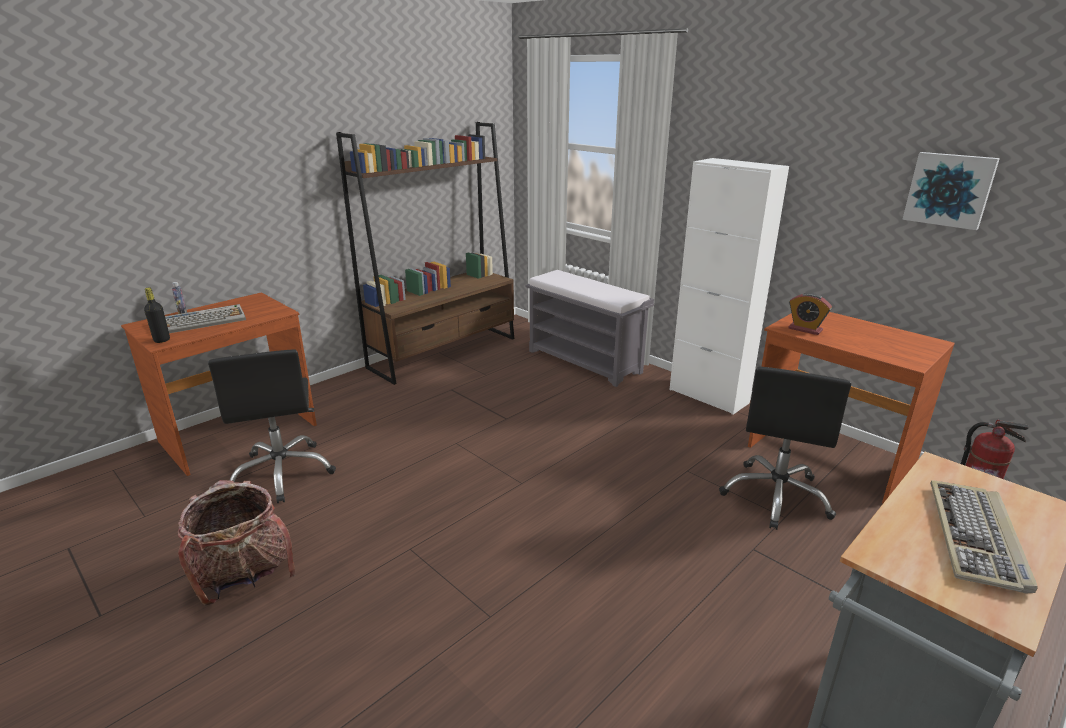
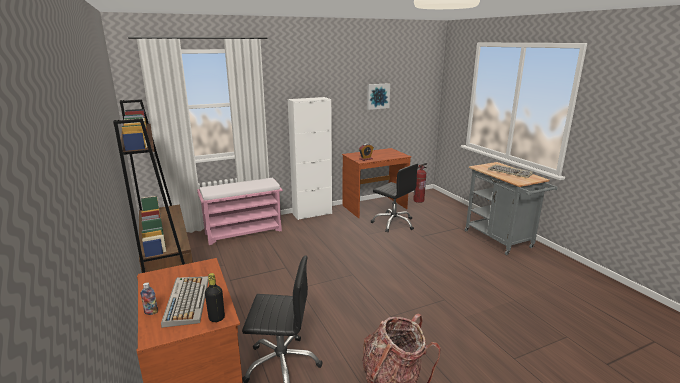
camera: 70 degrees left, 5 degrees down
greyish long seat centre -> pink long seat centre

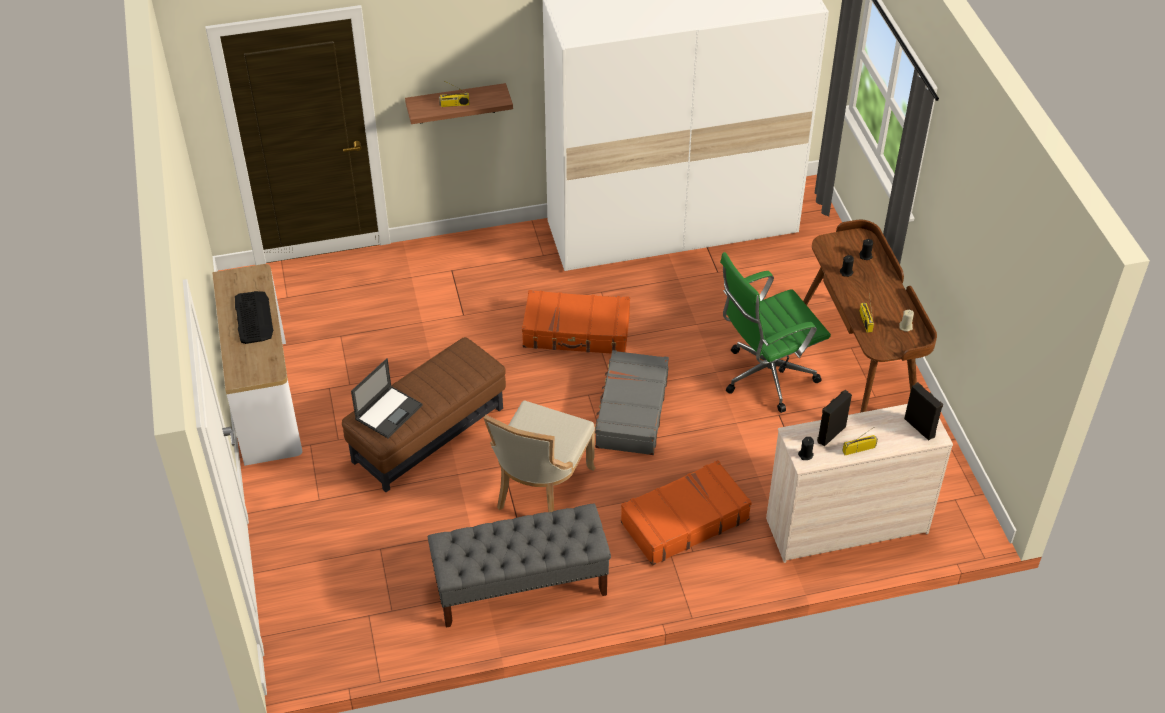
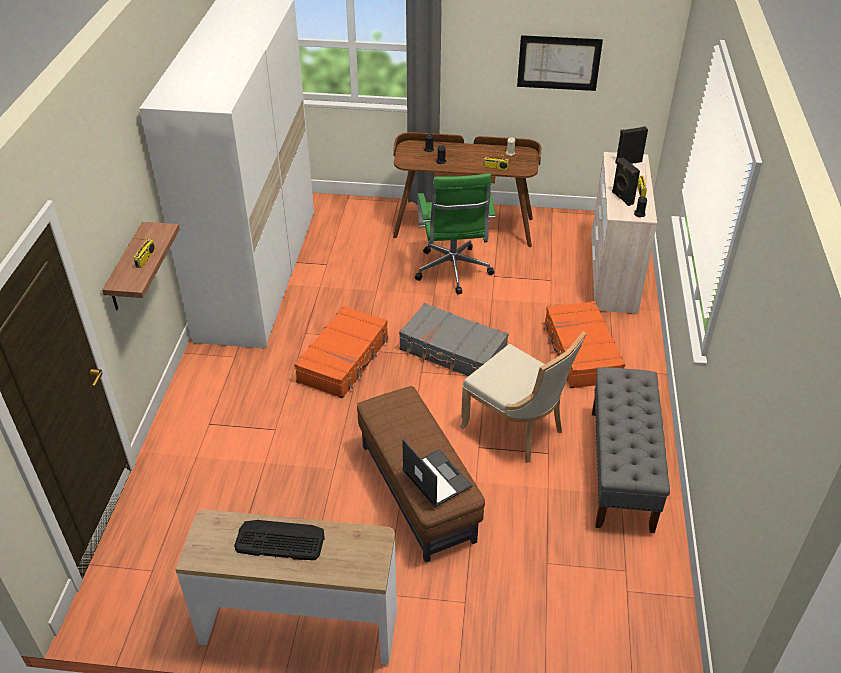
camera: 70 degrees left, 5 degrees down
none -> wall art top centre

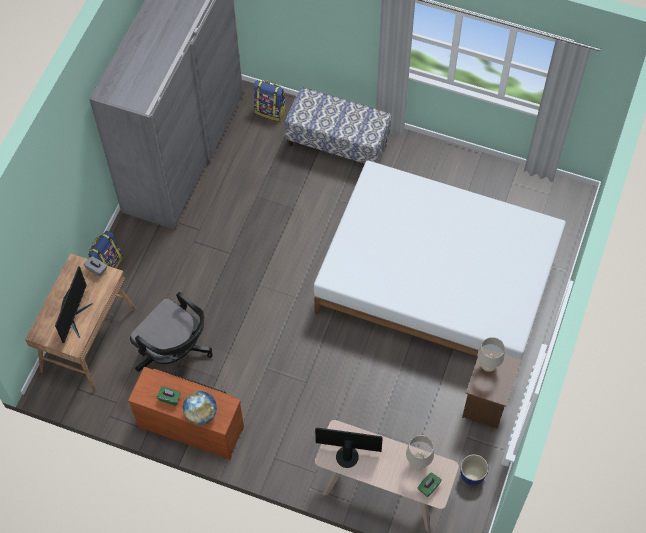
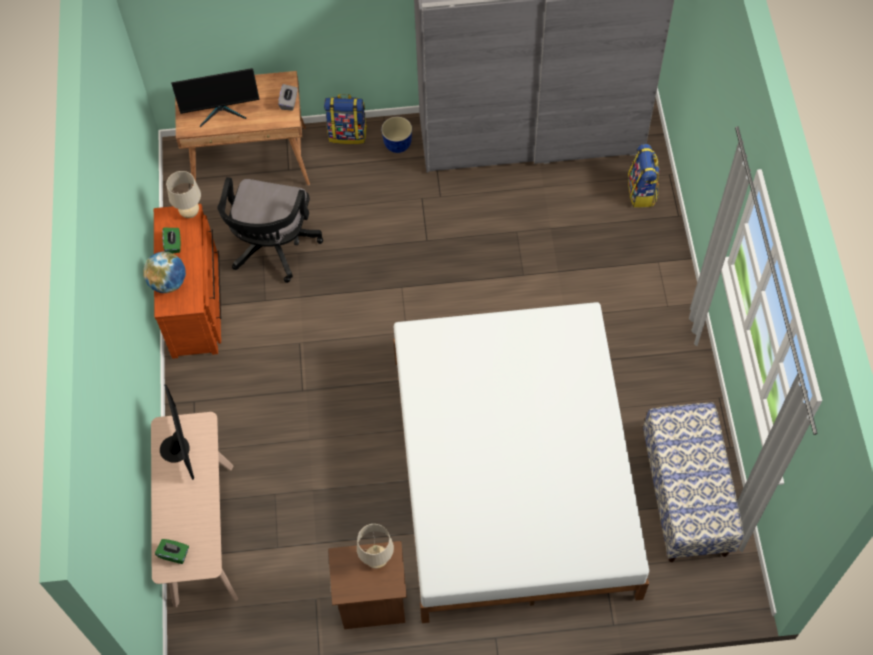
camera: 65 degrees right, 0 degrees up
long seat top centre -> long seat bottom right, move
sand-coloured table lamp (1st from left) bottom centre -> sand-coloured table lamp (1st from left) top left, move
flower pot bottom right -> flower pot top centre, move

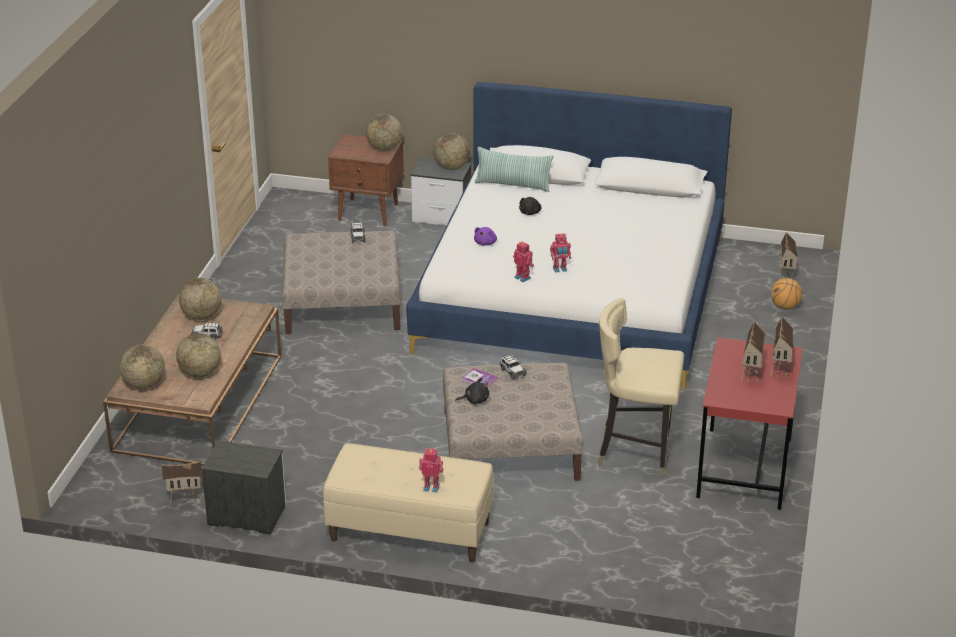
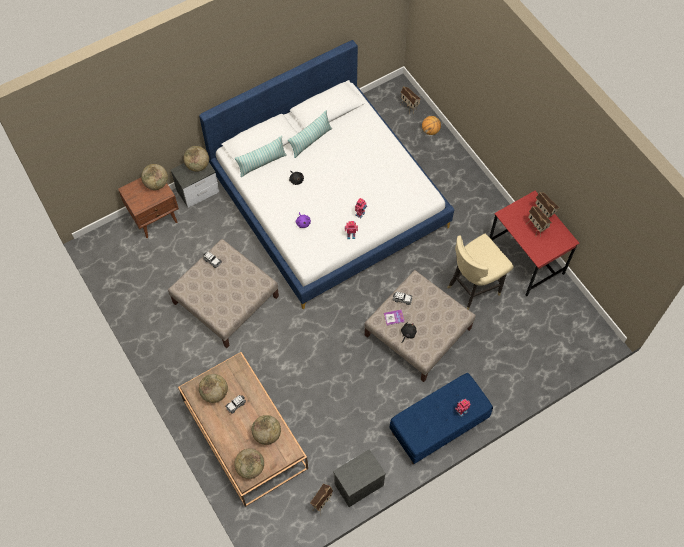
camera: 45 degrees left, 30 degrees up
sand-coloured long seat bottom centre -> blue long seat bottom centre
none -> throw pillow (2nd from left) top centre

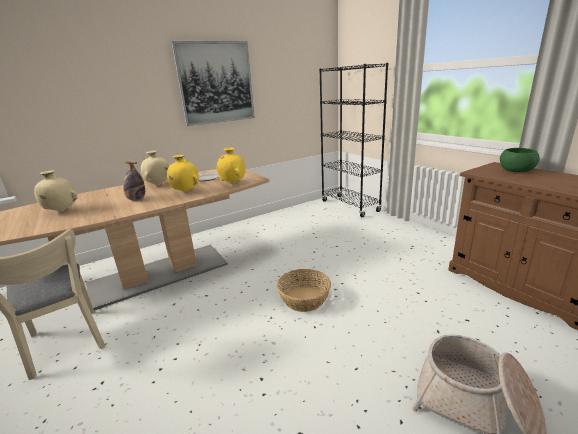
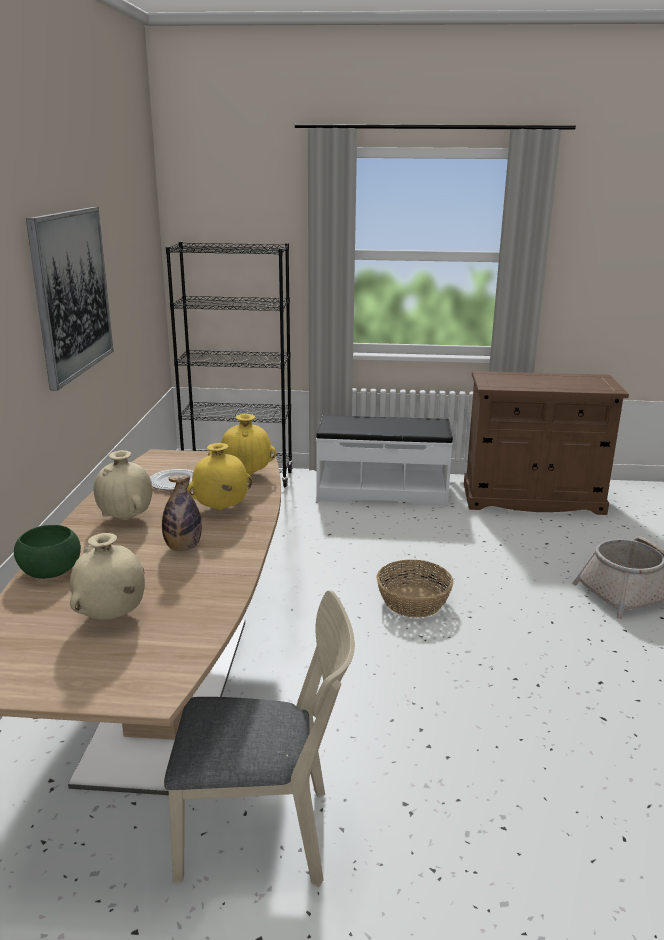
camera: 55 degrees left, 0 degrees up
greenish bowl middle right -> greenish bowl middle left, move
none -> white long seat centre

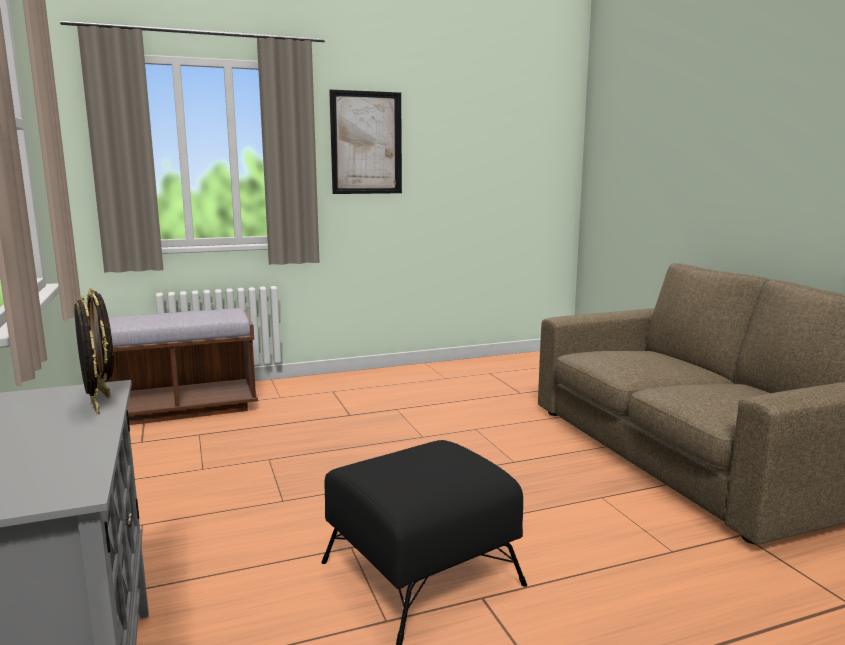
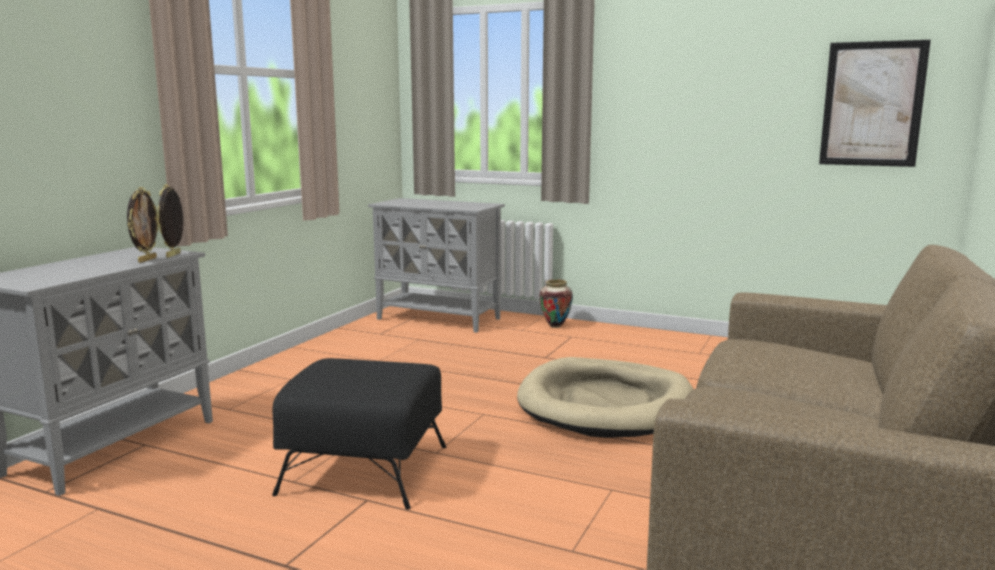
camera: 45 degrees right, 0 degrees up
brownish long seat middle left -> greyish cupboard (2nd from left) centre
wall art top centre -> wall art top right, move
none -> sand-coloured dog bed bottom centre
none -> vase centre

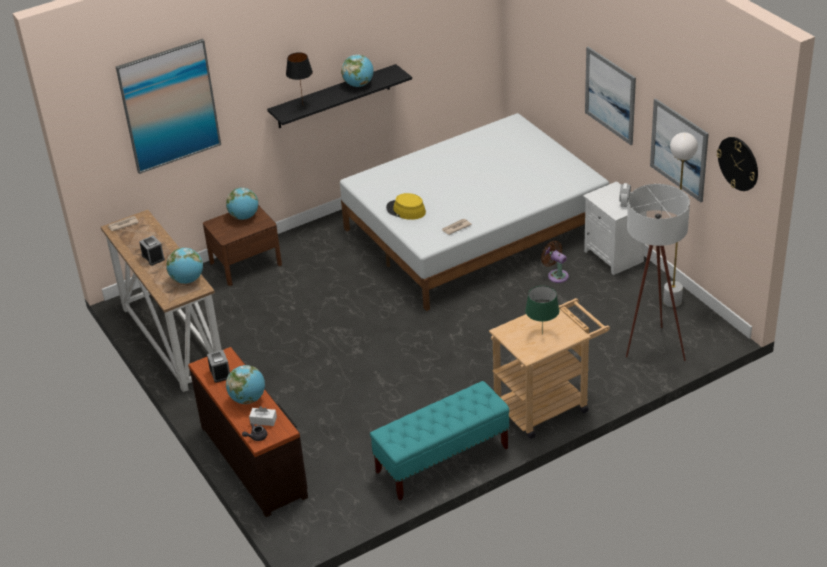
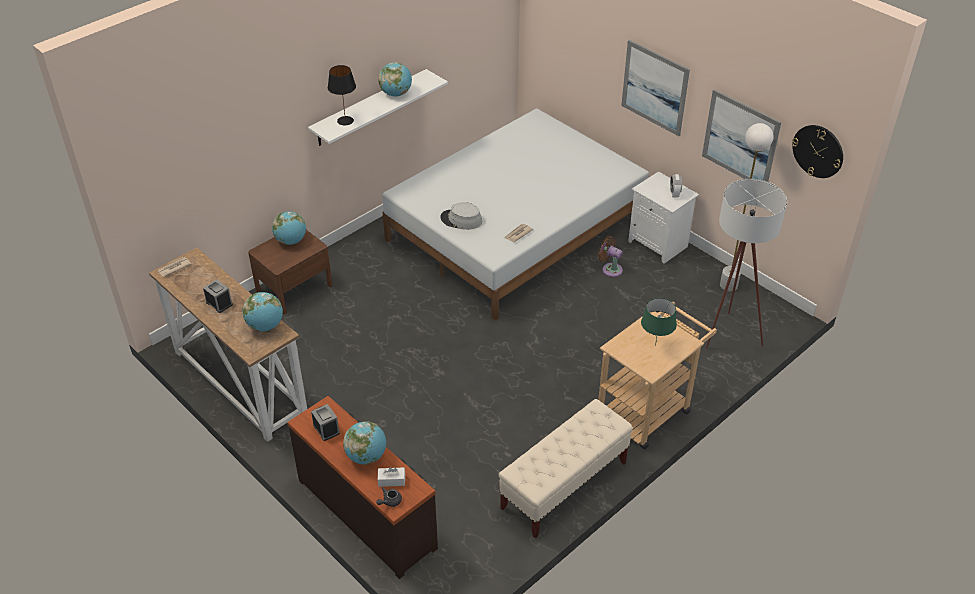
camera: 15 degrees left, 5 degrees up
wall art (1st from left) top left -> none
black-coloured bracket shelf top centre -> white bracket shelf top centre
blue-green long seat bottom centre -> sand-coloured long seat bottom centre
yellow-coloured clothing hat centre -> greyish clothing hat centre

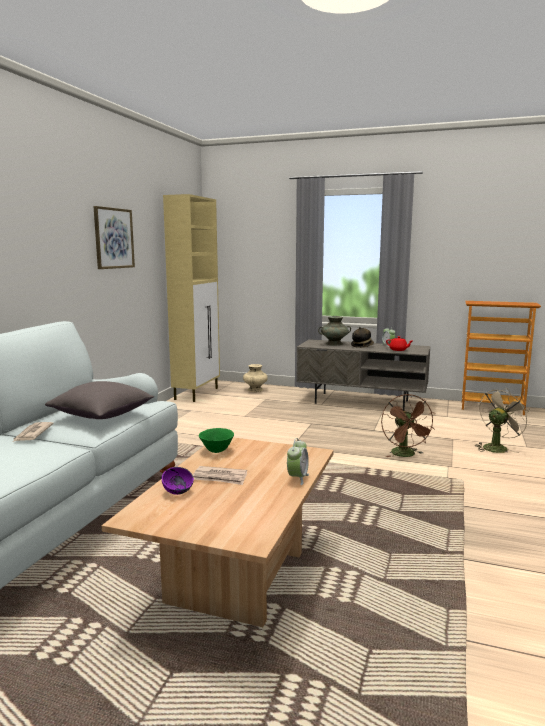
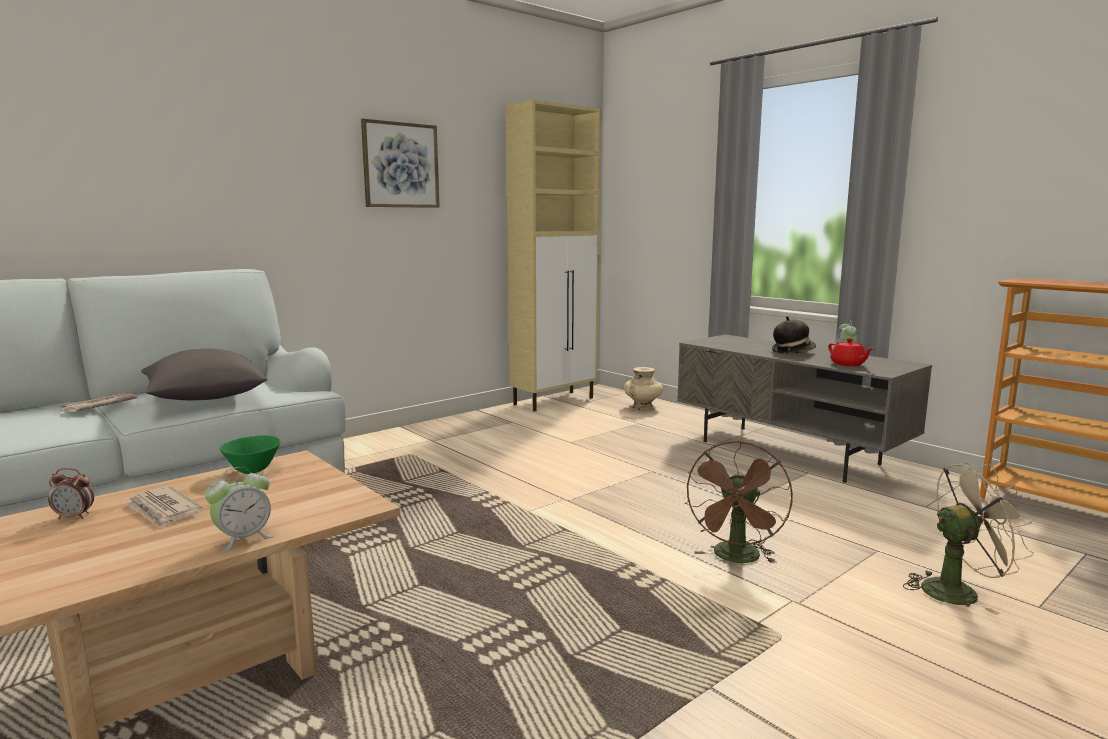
camera: 30 degrees right, 0 degrees up
purple-coloured bowl middle left -> alarm clock (1st from left) bottom left
blue-green vase centre -> none

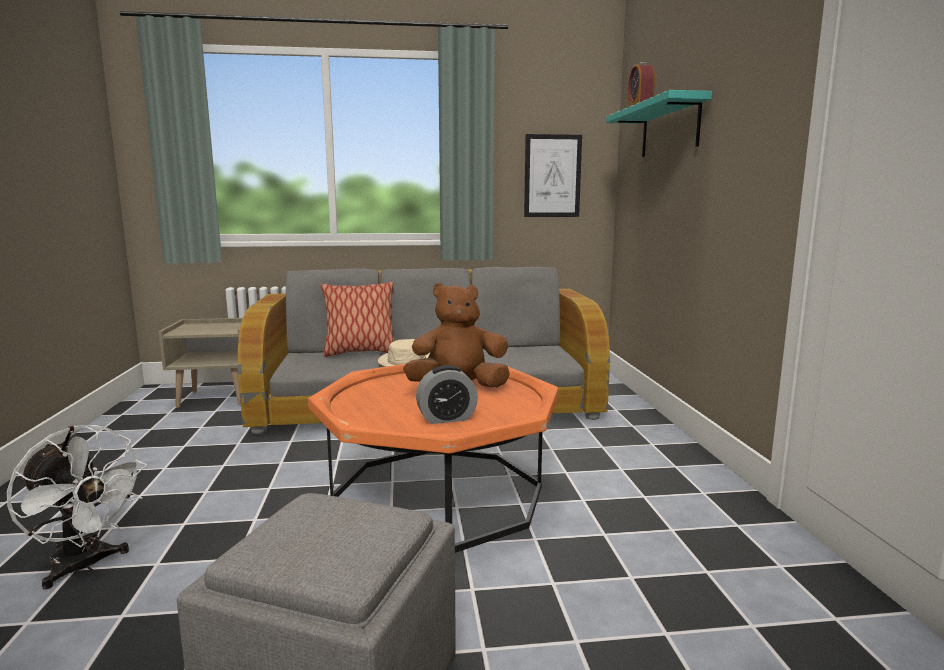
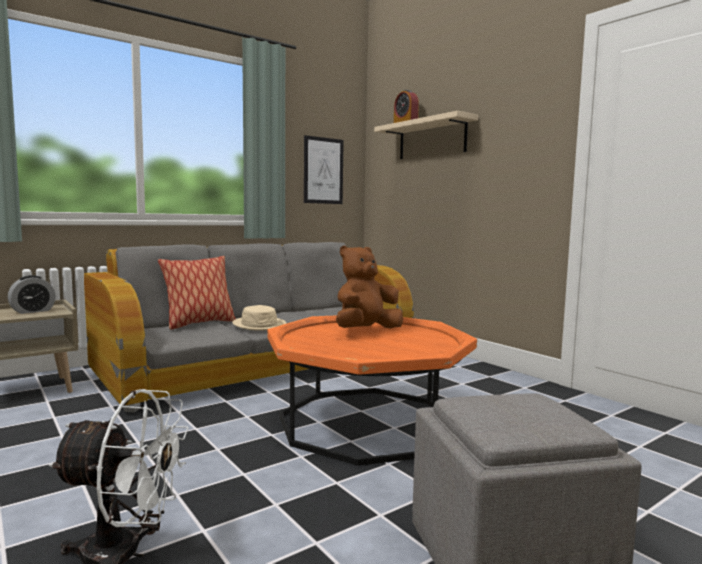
camera: 30 degrees left, 5 degrees down
alarm clock (1st from left) centre -> alarm clock (1st from left) middle left, move
blue-green bracket shelf top right -> sand-coloured bracket shelf top centre

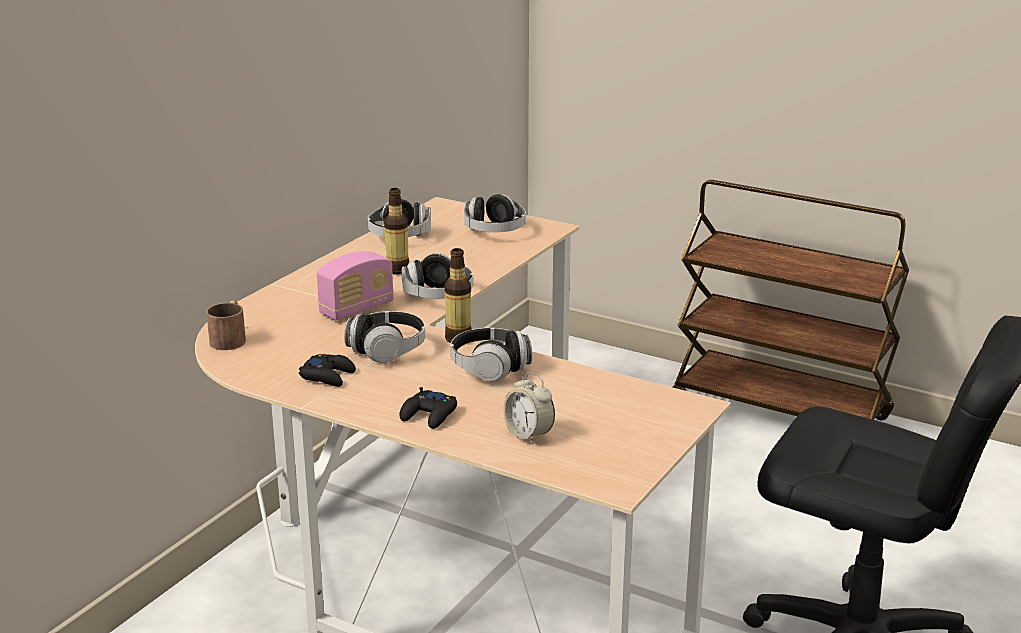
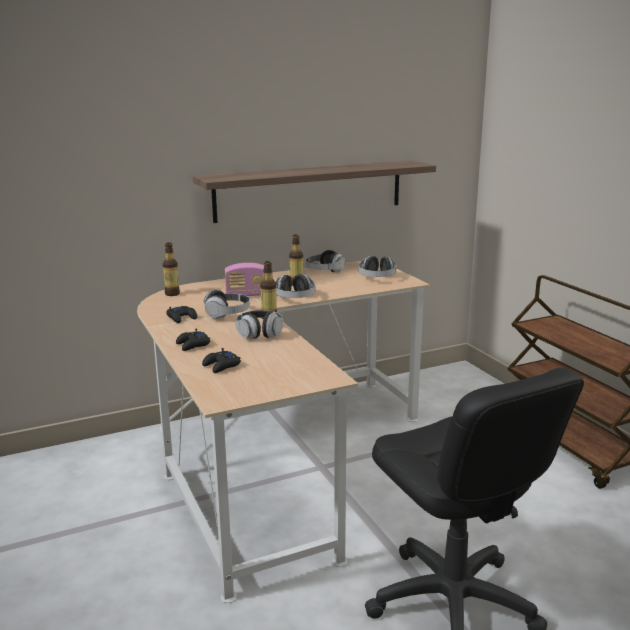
camera: 35 degrees right, 5 degrees down
brownish tea mug middle left -> beverage bottle (1st from left) middle left
alarm clock centre -> black-coloured game controller (3rd from left) centre
none -> bracket shelf top centre

